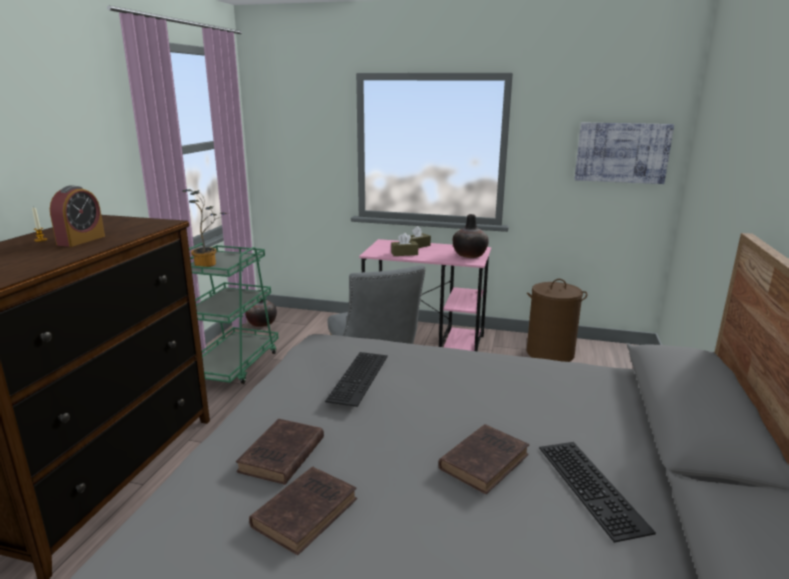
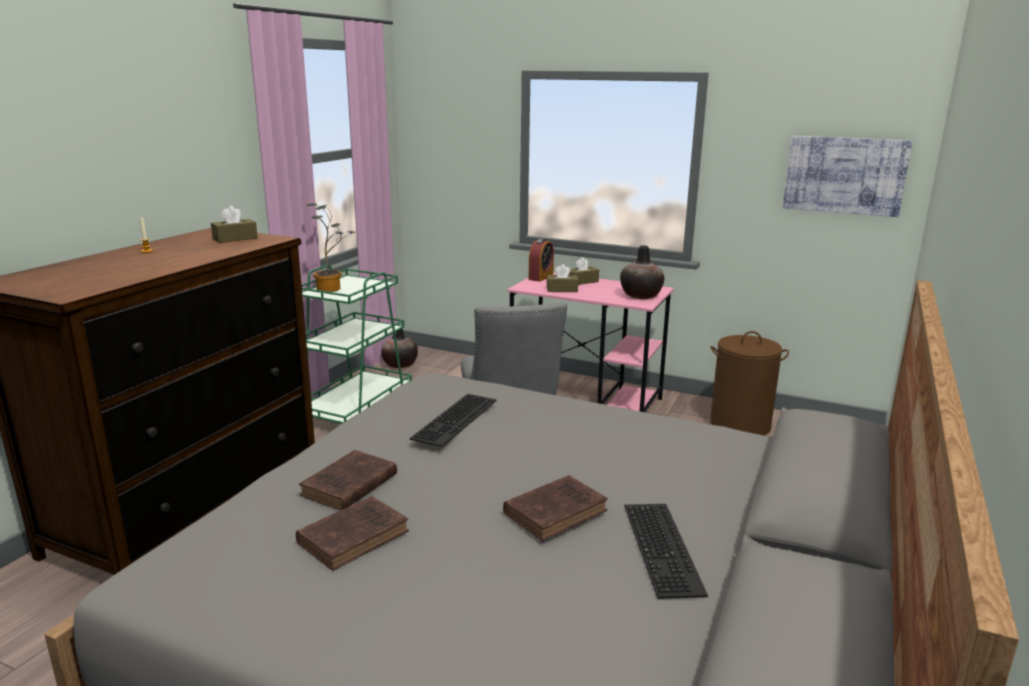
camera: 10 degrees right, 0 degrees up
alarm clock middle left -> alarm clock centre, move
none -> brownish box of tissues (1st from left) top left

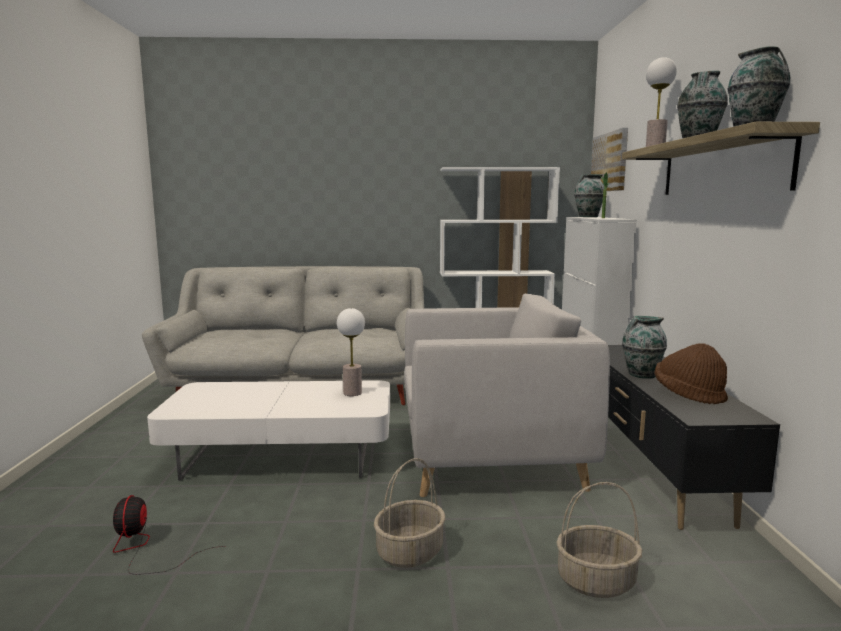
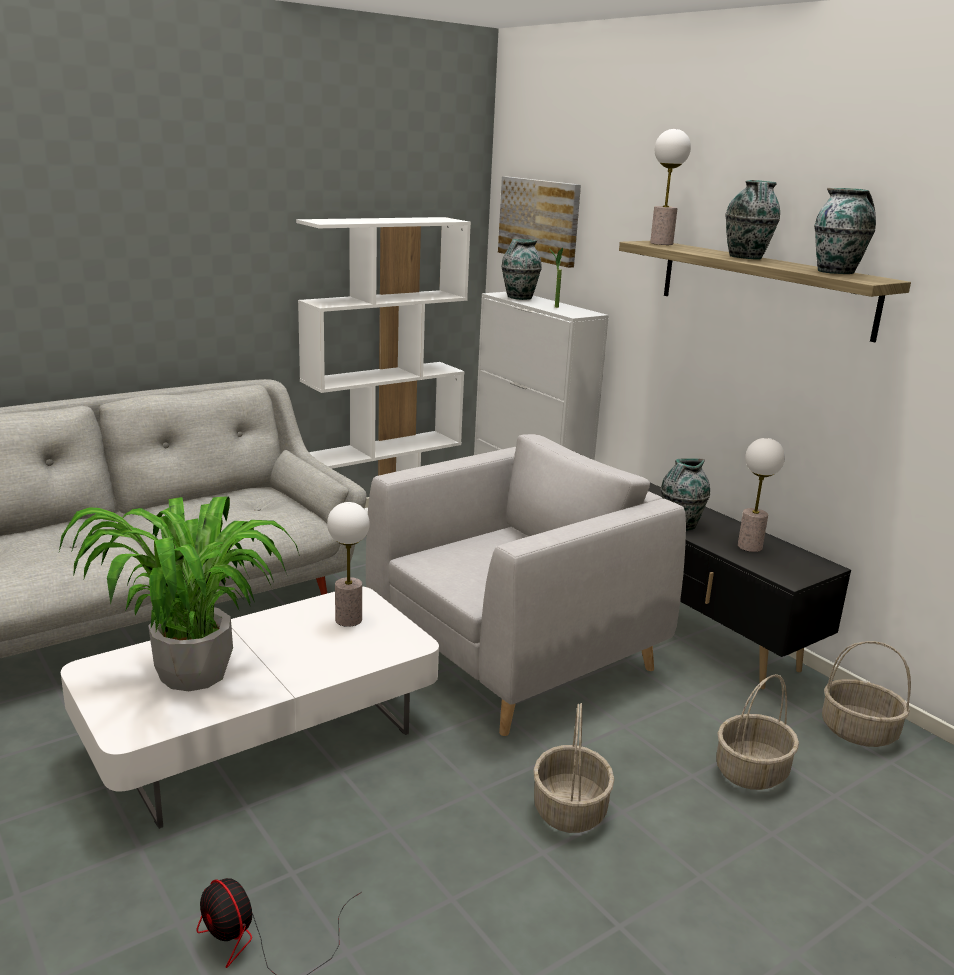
camera: 35 degrees left, 10 degrees up
brownish clothing hat middle right -> table lamp (3rd from left) middle right
none -> houseplant (1st from left) middle left
none -> basket (3rd from left) bottom right

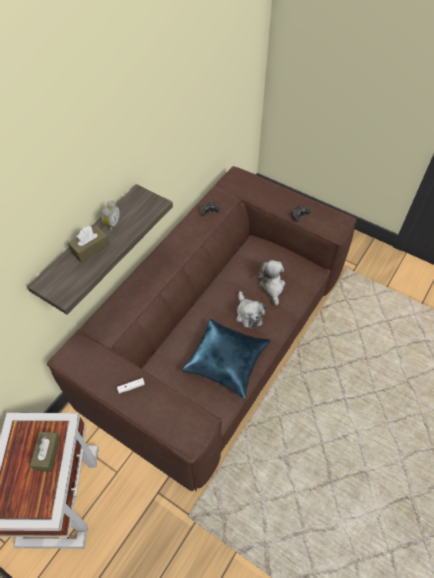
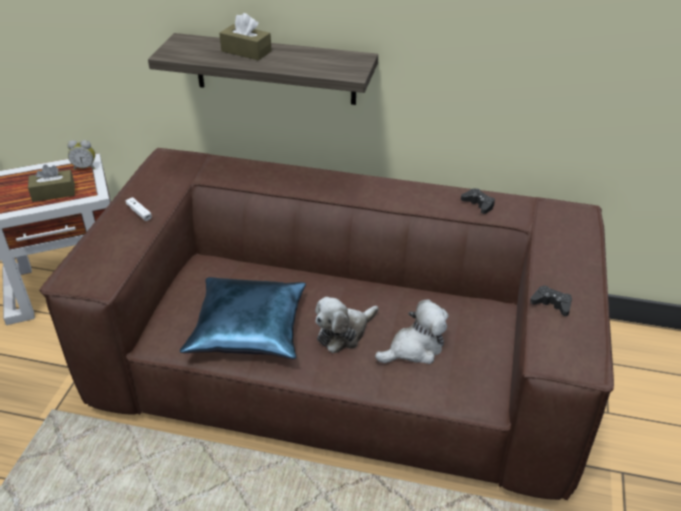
camera: 70 degrees right, 15 degrees down
alarm clock middle left -> alarm clock top left, move

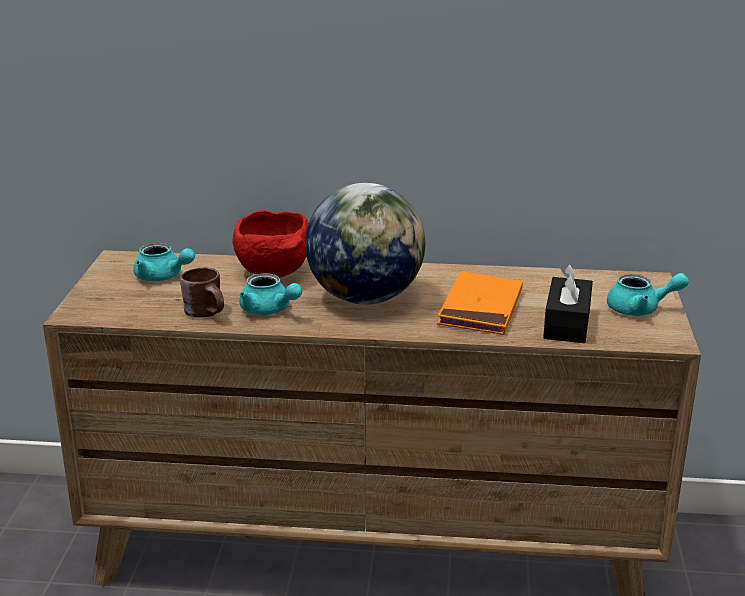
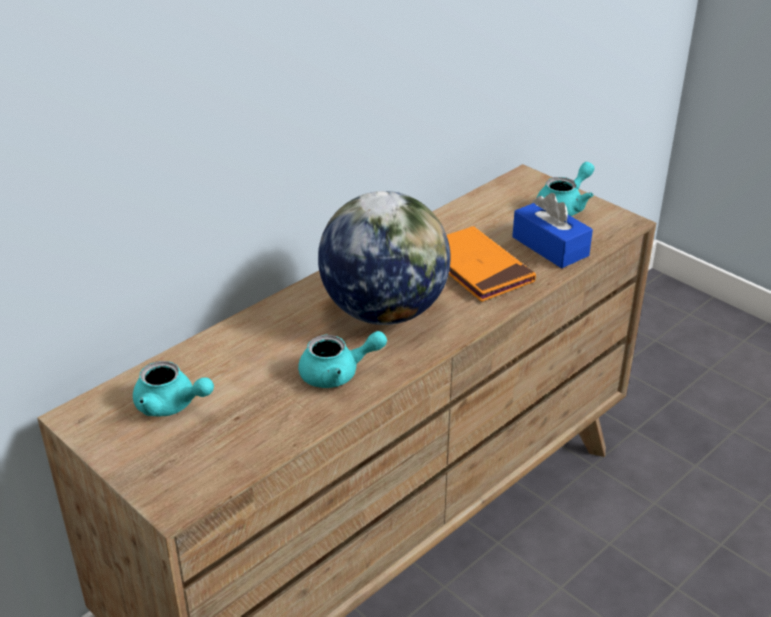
camera: 50 degrees left, 10 degrees up
blue-green teapot (1st from left) middle left, 45 degrees clockwise
brownish tea mug middle left -> none
reddish bowl centre -> none
black-coloured box of tissues middle right -> blue box of tissues middle right

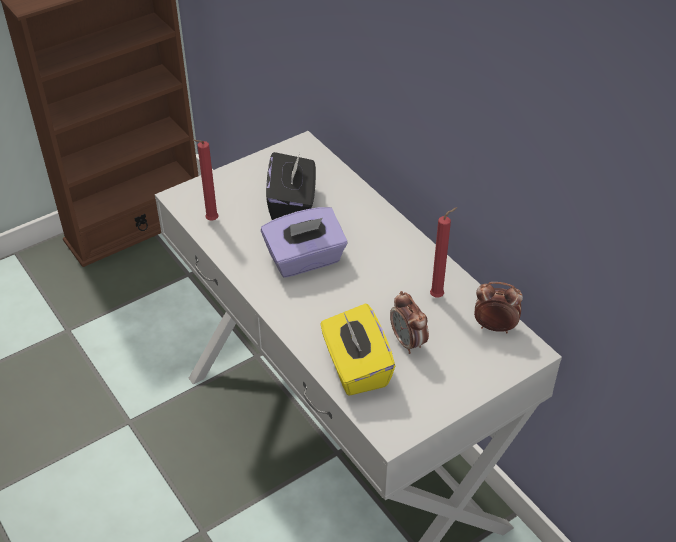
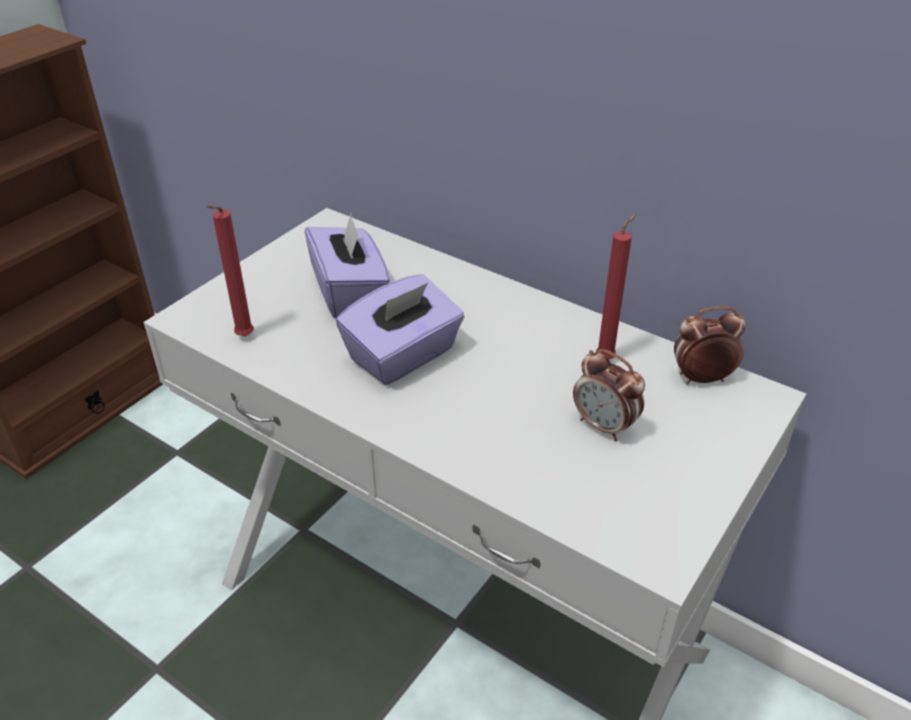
camera: 20 degrees left, 5 degrees down
black-coloured box of tissues centre -> purple-coloured box of tissues (1st from left) centre
yellow-coloured box of tissues centre -> none

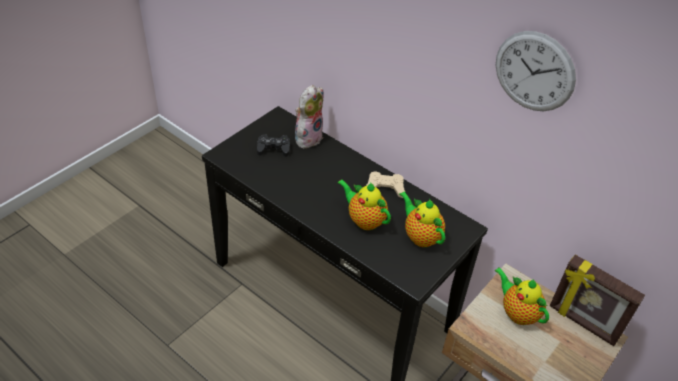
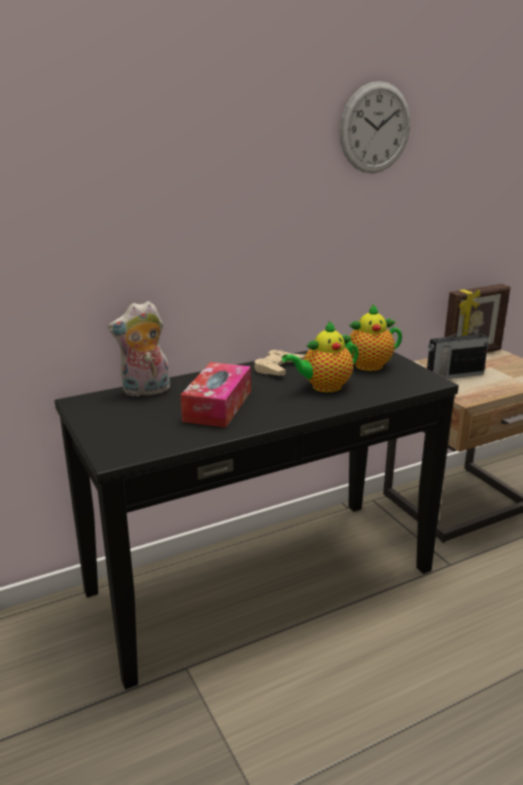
camera: 65 degrees left, 20 degrees down
black-coloured game controller centre -> none
cuddly toy top centre -> cuddly toy middle left, 75 degrees counterclockwise
teapot (3rd from left) bottom right -> radio set middle right
none -> box of tissues centre

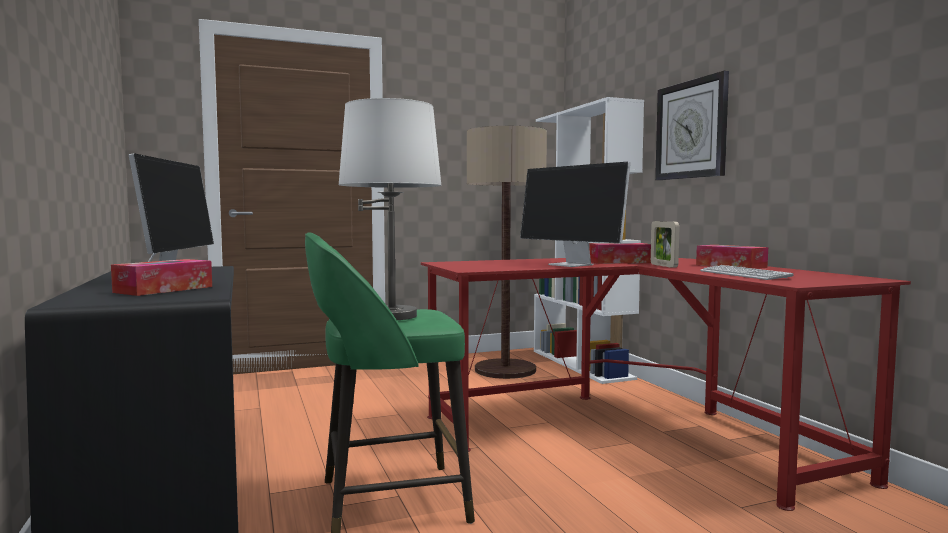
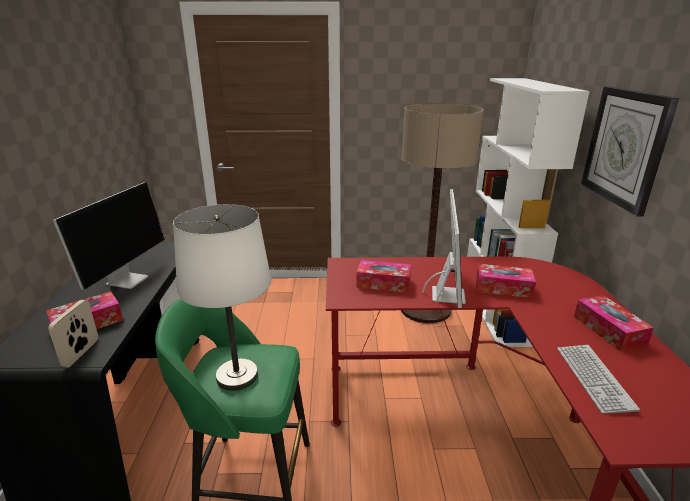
camera: 20 degrees right, 20 degrees up
computer display (2nd from left) centre, 150 degrees counterclockwise
picture frame middle right -> picture frame bottom left, move
none -> box of tissues (2nd from left) centre

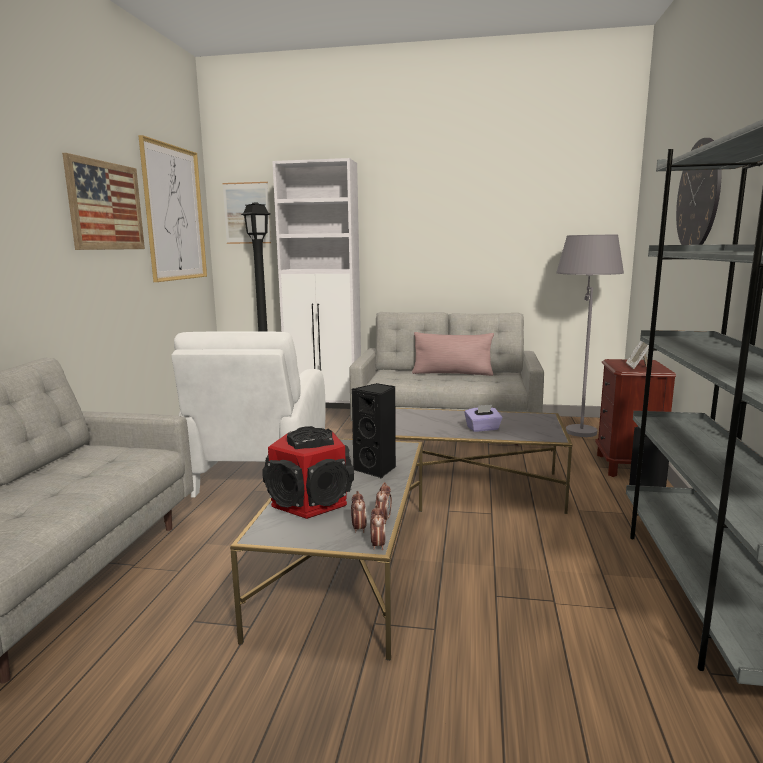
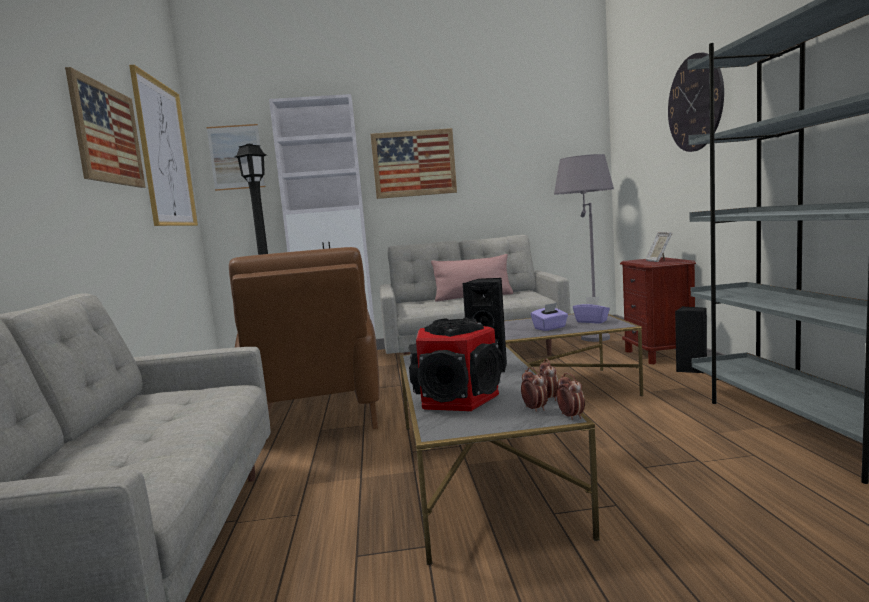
camera: 15 degrees left, 5 degrees down
white lounge chair middle left -> brownish lounge chair centre
none -> wall art (4th from left) top centre
none -> purple-coloured box of tissues (2nd from left) middle right

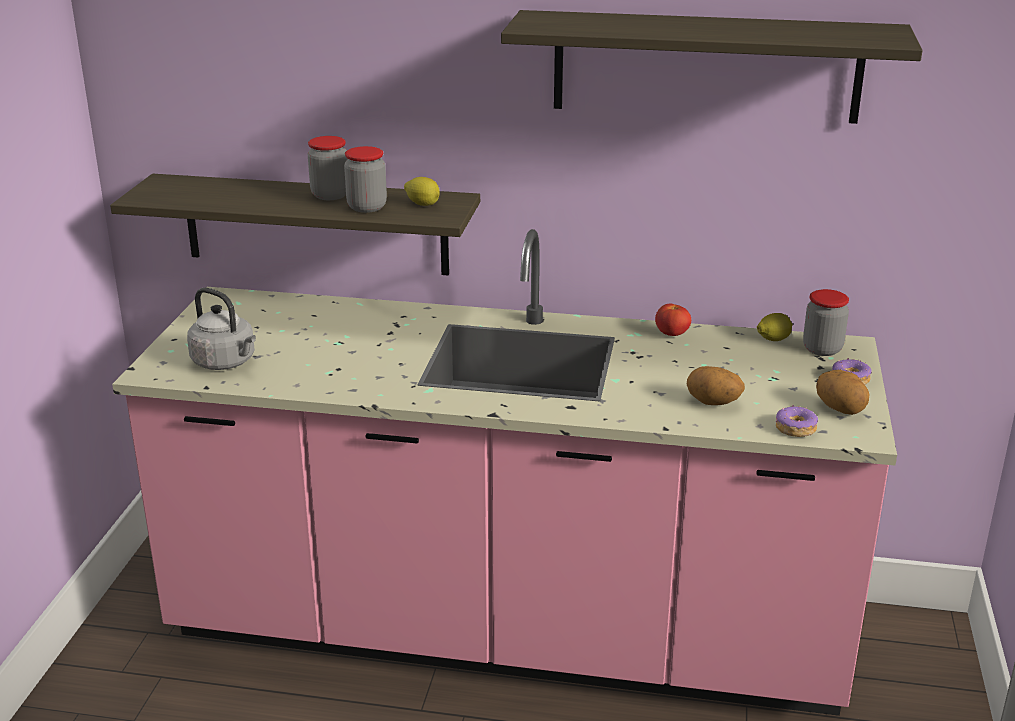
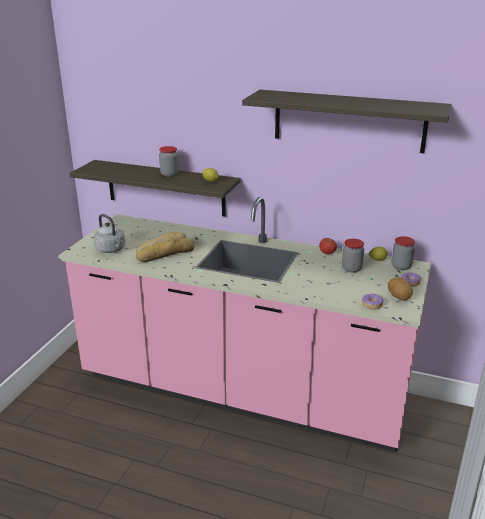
camera: 10 degrees right, 0 degrees up
jar (2nd from left) top centre -> jar (2nd from left) middle right, move
whole potato (1st from left) middle right -> none
none -> bakery bread centre

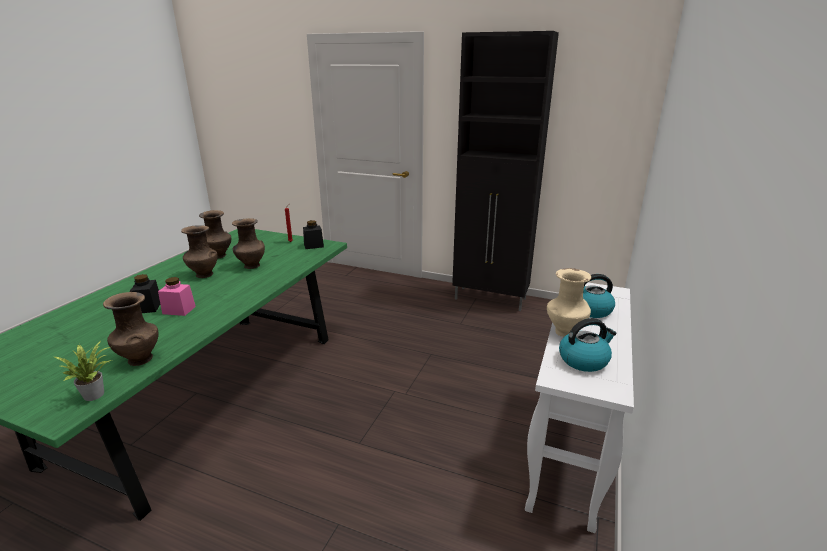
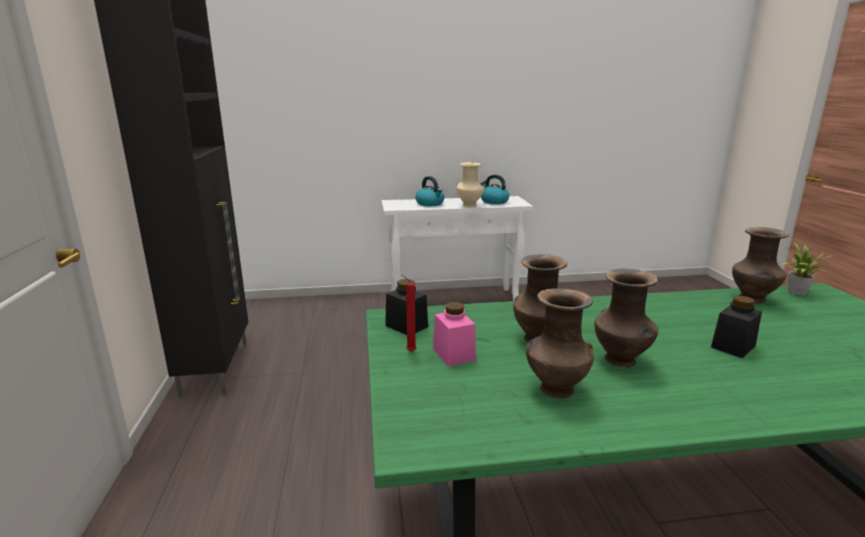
camera: 120 degrees left, 5 degrees down
pink jar middle left -> pink jar centre, move

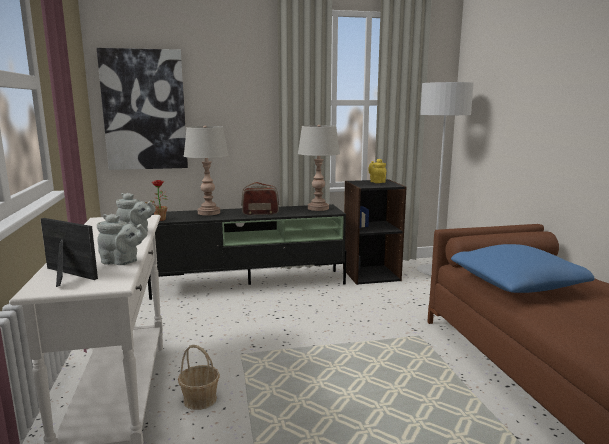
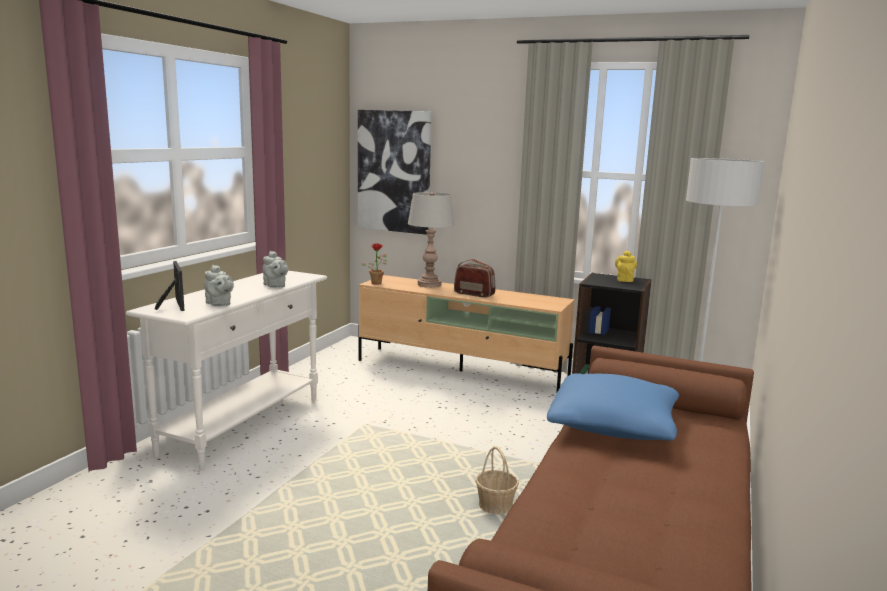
camera: 35 degrees right, 0 degrees up
black-coloured media console centre -> sand-coloured media console centre
basket bottom left -> basket bottom centre, move
greyish table lamp (2nd from left) centre -> none

